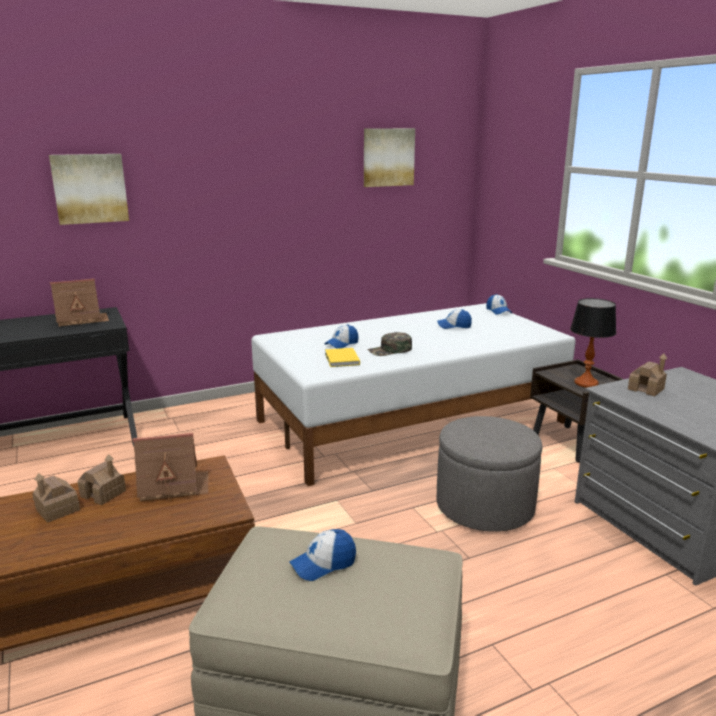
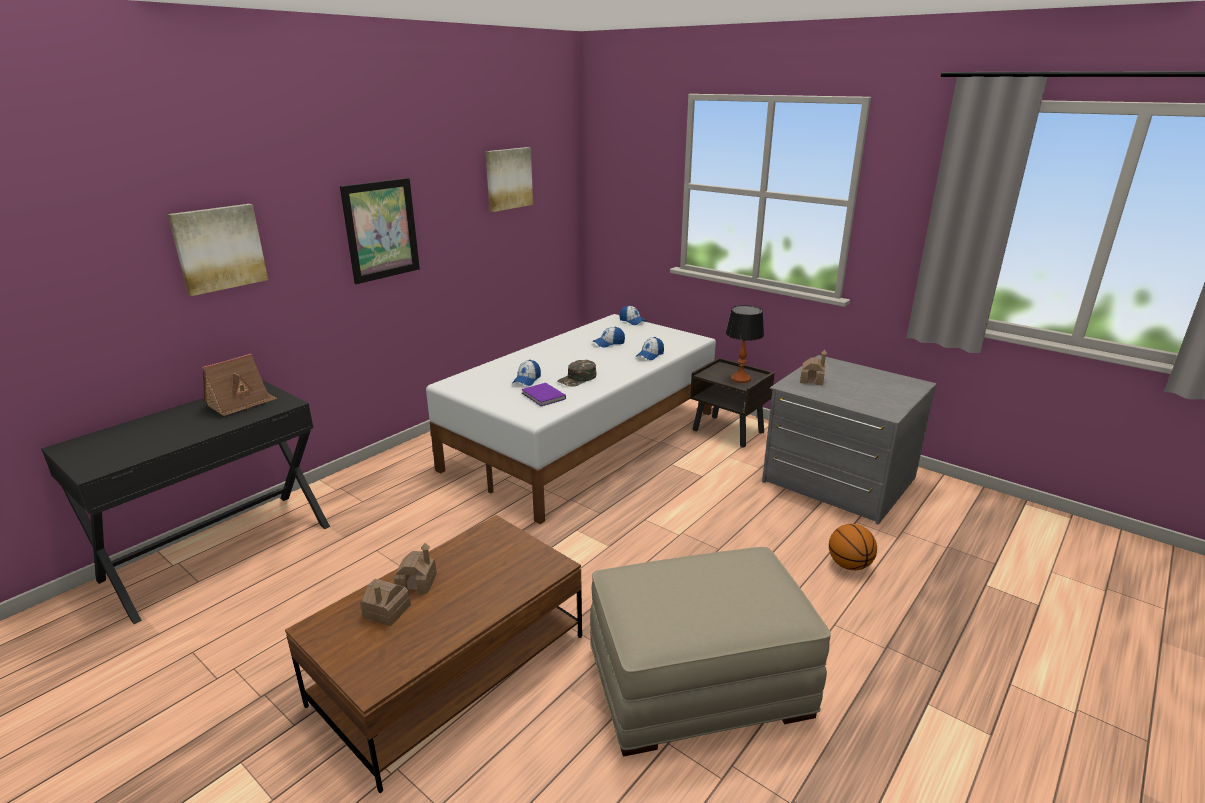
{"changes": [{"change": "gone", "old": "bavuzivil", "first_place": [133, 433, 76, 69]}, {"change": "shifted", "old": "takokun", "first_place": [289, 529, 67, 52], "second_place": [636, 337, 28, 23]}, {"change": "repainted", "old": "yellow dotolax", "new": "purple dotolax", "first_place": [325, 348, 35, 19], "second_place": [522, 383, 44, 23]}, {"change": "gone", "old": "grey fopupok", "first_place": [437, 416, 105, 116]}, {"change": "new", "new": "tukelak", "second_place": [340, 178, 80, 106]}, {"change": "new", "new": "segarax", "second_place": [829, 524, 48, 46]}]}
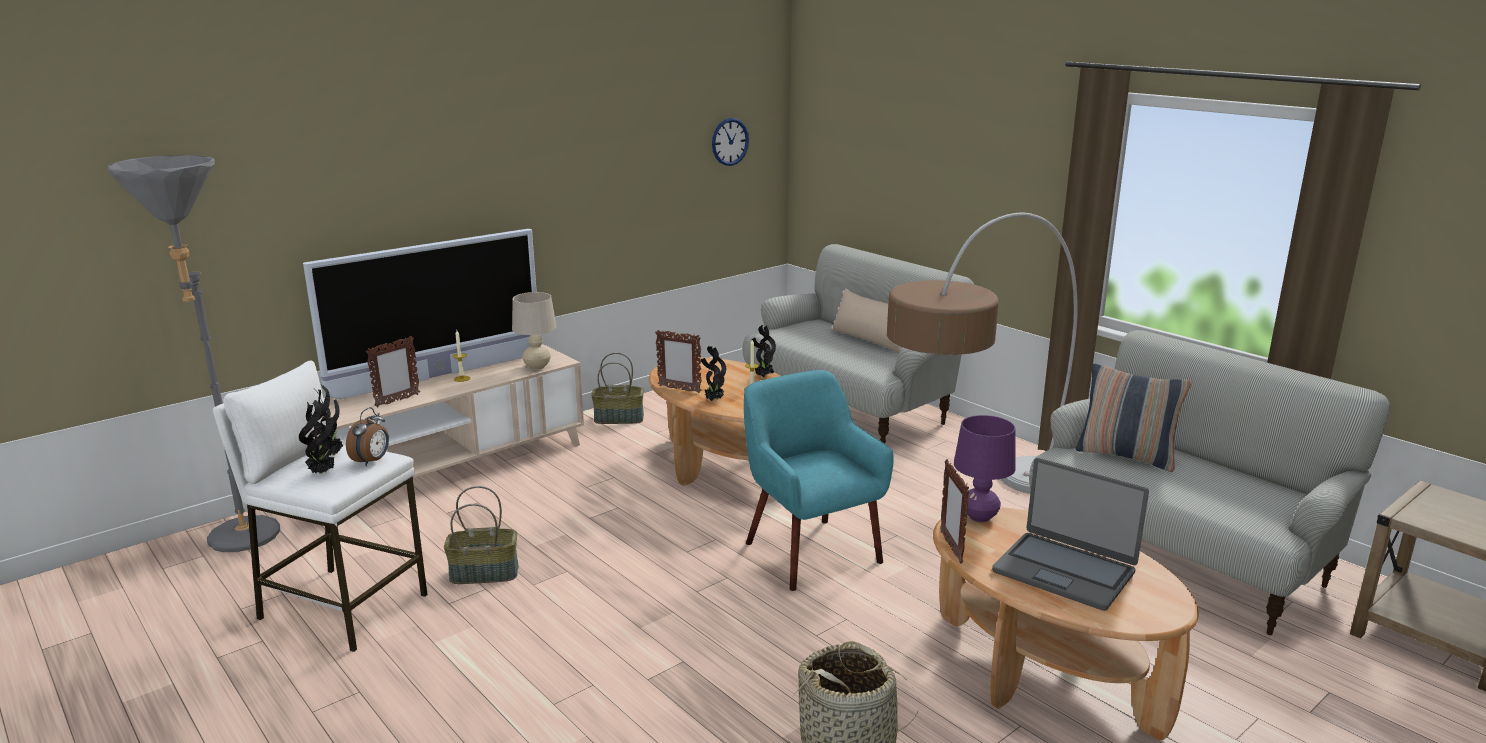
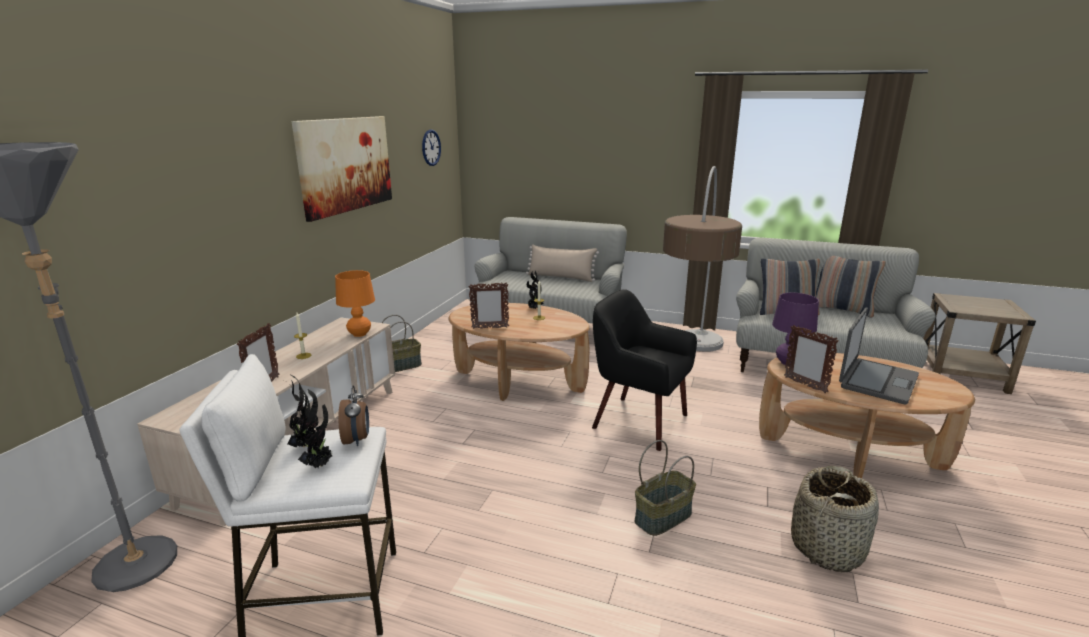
{"changes": [{"change": "gone", "old": "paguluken", "first_place": [303, 229, 237, 170]}, {"change": "shifted", "old": "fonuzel", "first_place": [444, 486, 75, 98], "second_place": [635, 440, 61, 96]}, {"change": "repainted", "old": "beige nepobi", "new": "orange nepobi", "first_place": [512, 292, 44, 78], "second_place": [335, 270, 40, 67]}, {"change": "gone", "old": "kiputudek", "first_place": [701, 346, 25, 55]}, {"change": "repainted", "old": "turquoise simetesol", "new": "black simetesol", "first_place": [744, 370, 150, 221], "second_place": [592, 289, 105, 162]}, {"change": "rotated", "old": "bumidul", "first_place": [992, 458, 157, 153], "second_place": [839, 307, 80, 98], "degrees": -60}, {"change": "new", "new": "tukelak", "second_place": [292, 116, 100, 106]}, {"change": "new", "new": "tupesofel", "second_place": [816, 256, 70, 62]}]}
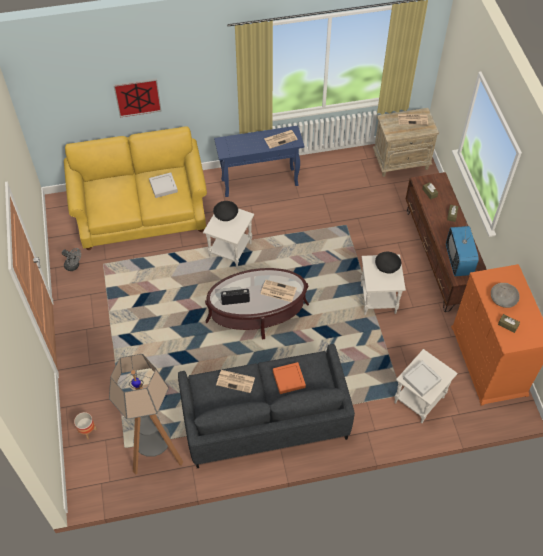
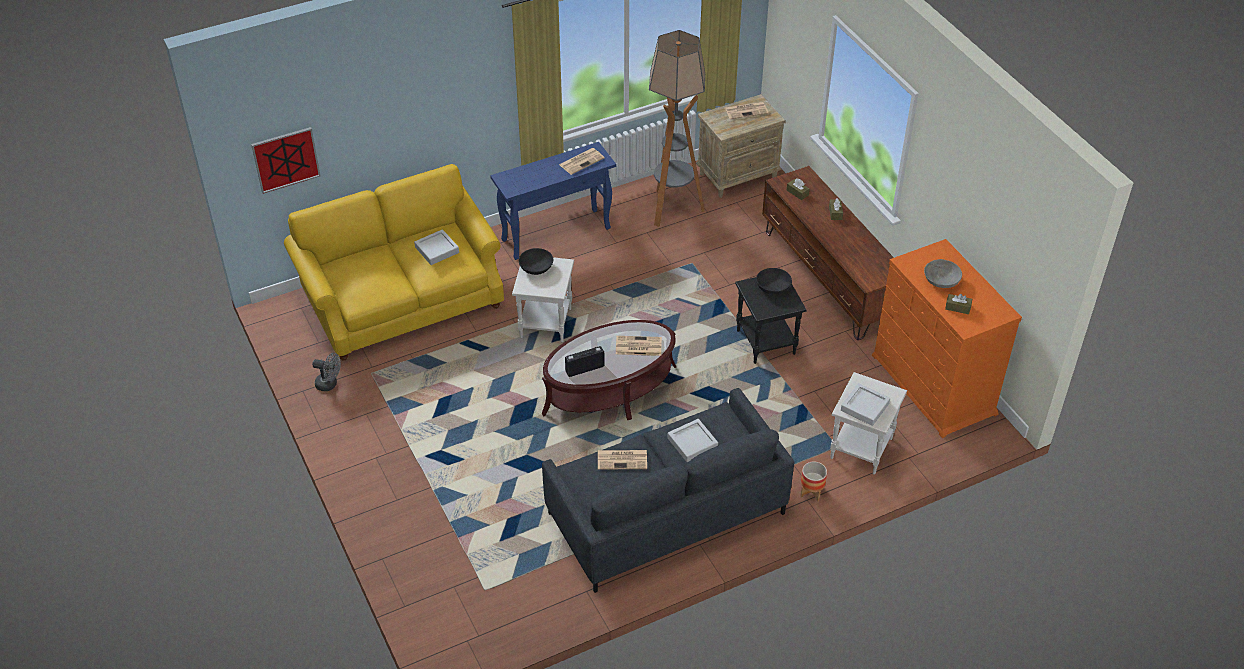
{"changes": [{"change": "shifted", "old": "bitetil", "first_place": [74, 412, 23, 27], "second_place": [800, 461, 27, 41]}, {"change": "shifted", "old": "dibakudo", "first_place": [109, 354, 74, 121], "second_place": [649, 30, 56, 197]}, {"change": "shifted", "old": "tukelak", "first_place": [113, 78, 49, 39], "second_place": [251, 127, 70, 67]}, {"change": "repainted", "old": "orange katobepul", "new": "grey katobepul", "first_place": [273, 362, 33, 32], "second_place": [667, 419, 51, 43]}, {"change": "repainted", "old": "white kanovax", "new": "black kanovax", "first_place": [361, 254, 45, 61], "second_place": [735, 277, 71, 87]}, {"change": "gone", "old": "paguluken", "first_place": [446, 221, 33, 55]}]}
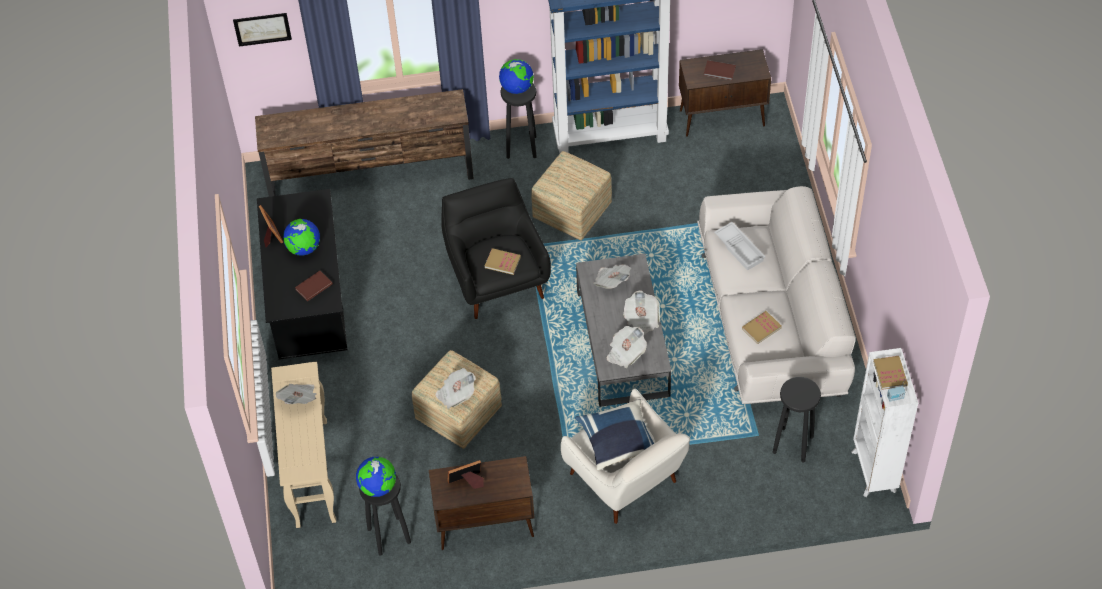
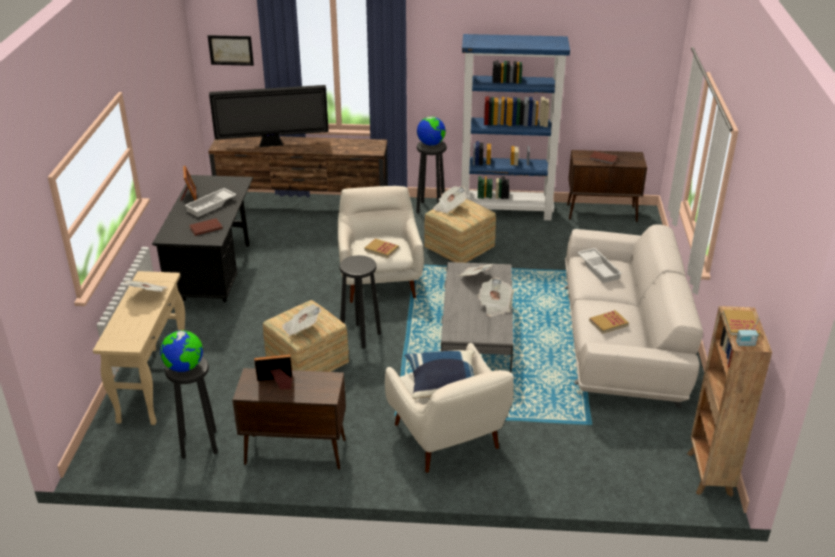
{"changes": [{"change": "swapped", "old": "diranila", "new": "white katobepul", "first_place": [283, 219, 37, 37], "second_place": [184, 188, 53, 29]}, {"change": "repainted", "old": "black simetesol", "new": "white simetesol", "first_place": [441, 178, 110, 141], "second_place": [338, 186, 86, 117]}, {"change": "shifted", "old": "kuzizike", "first_place": [606, 326, 41, 42], "second_place": [433, 186, 34, 28]}, {"change": "shifted", "old": "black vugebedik", "first_place": [773, 377, 48, 86], "second_place": [340, 255, 41, 94]}, {"change": "repainted", "old": "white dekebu", "new": "brown dekebu", "first_place": [851, 348, 67, 149], "second_place": [687, 306, 85, 191]}, {"change": "new", "new": "paguluken", "second_place": [209, 85, 120, 62]}]}
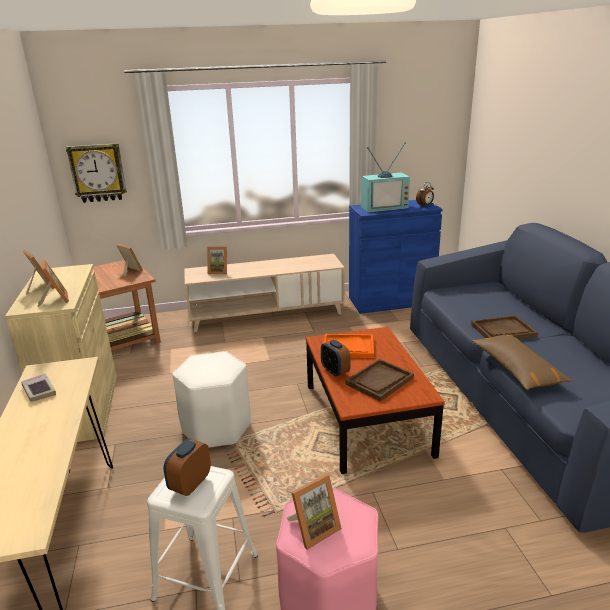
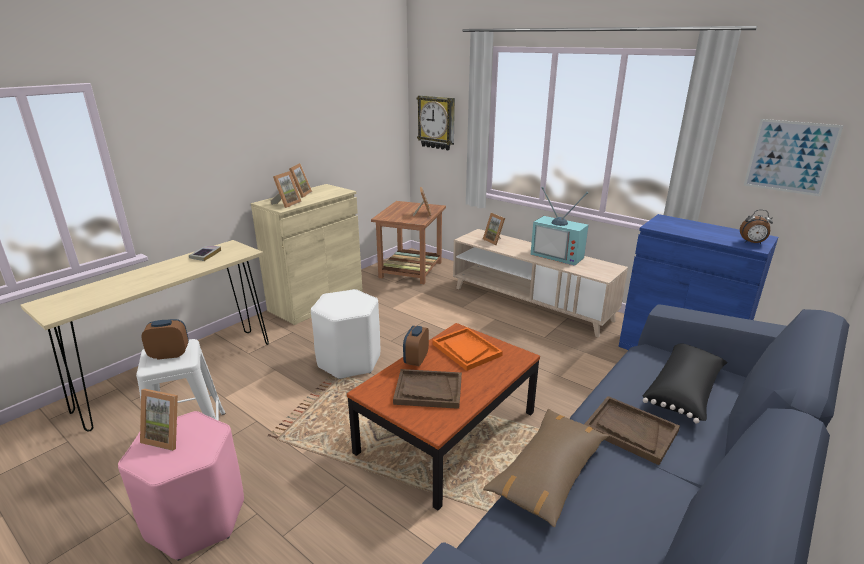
{"changes": [{"change": "shifted", "old": "paguluken", "first_place": [361, 142, 49, 71], "second_place": [531, 187, 57, 79]}, {"change": "new", "new": "black tupesofel", "second_place": [643, 343, 85, 81]}, {"change": "new", "new": "tukelak", "second_place": [744, 119, 100, 78]}]}
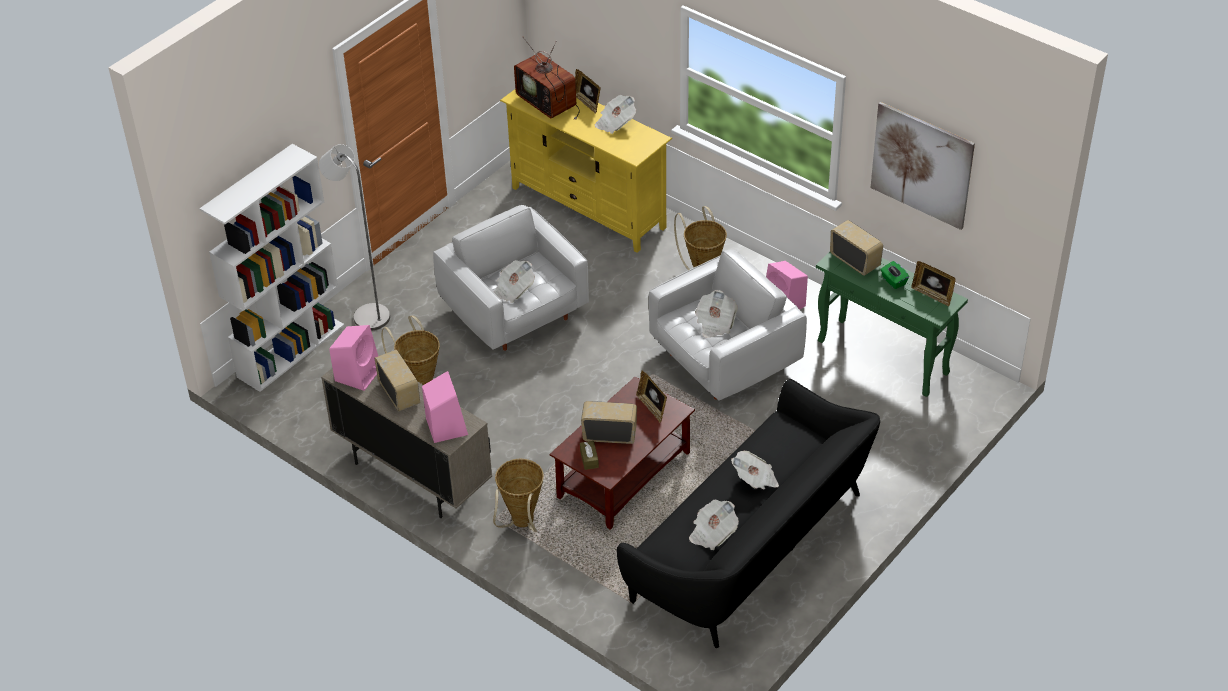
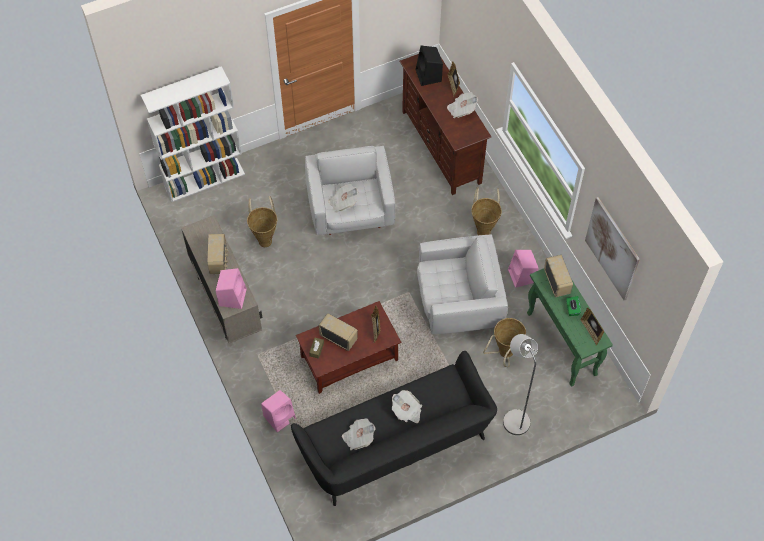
{"changes": [{"change": "shifted", "old": "grey dibakudo", "first_place": [319, 144, 71, 186], "second_place": [503, 334, 35, 101]}, {"change": "shifted", "old": "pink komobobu", "first_place": [329, 325, 49, 66], "second_place": [261, 390, 35, 42]}, {"change": "shifted", "old": "fonuzel", "first_place": [493, 459, 51, 73], "second_place": [483, 318, 43, 49]}, {"change": "repainted", "old": "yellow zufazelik", "new": "brown zufazelik", "first_place": [500, 89, 172, 164], "second_place": [400, 54, 91, 141]}, {"change": "swapped", "old": "paguluken", "new": "black komobobu", "first_place": [514, 37, 66, 82], "second_place": [416, 46, 27, 40]}, {"change": "gone", "old": "kuzizike", "first_place": [695, 290, 43, 48]}]}
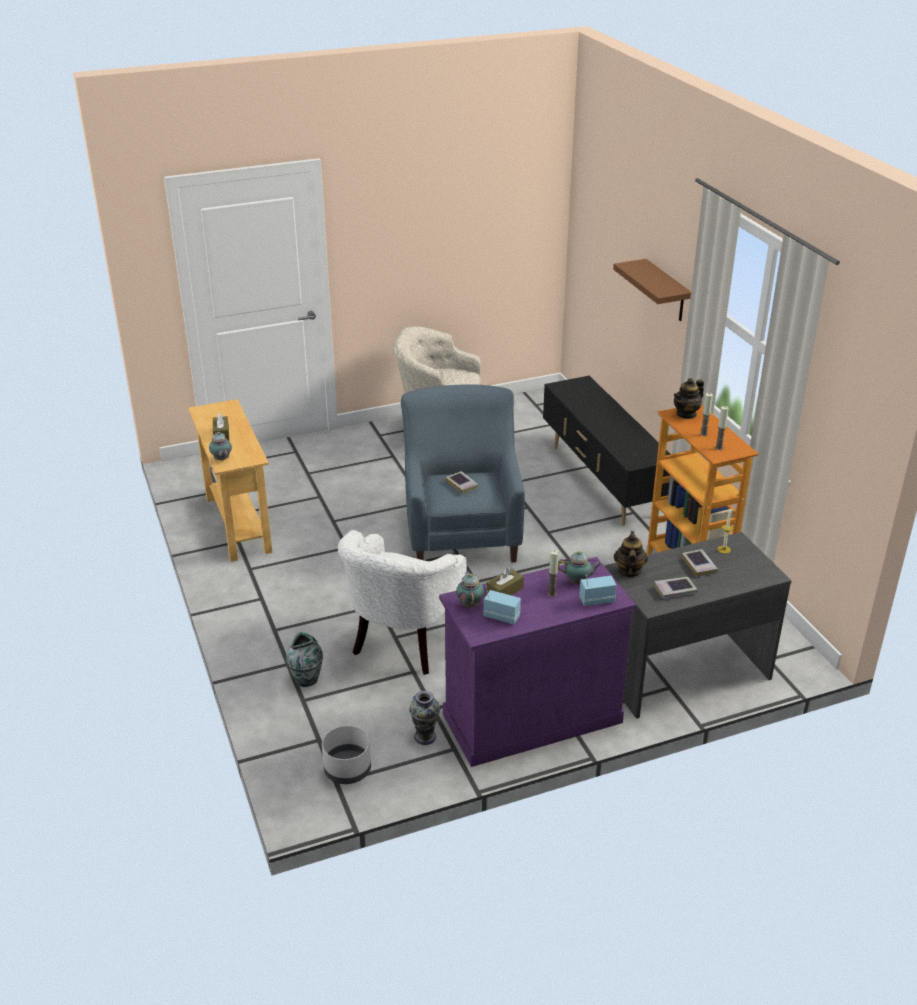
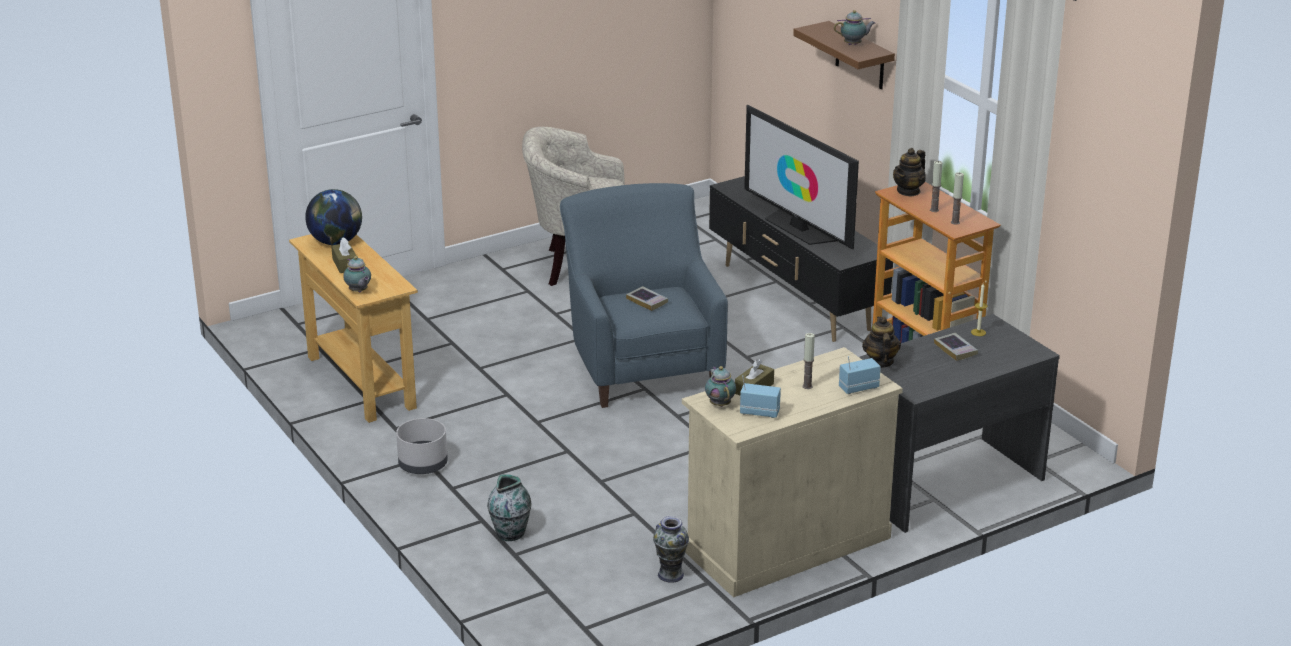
{"changes": [{"change": "shifted", "old": "grey bitetil", "first_place": [322, 726, 49, 58], "second_place": [396, 418, 52, 56]}, {"change": "gone", "old": "white simetesol", "first_place": [338, 530, 129, 145]}, {"change": "repainted", "old": "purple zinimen", "new": "beige zinimen", "first_place": [439, 557, 197, 210], "second_place": [682, 347, 221, 250]}, {"change": "shifted", "old": "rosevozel", "first_place": [558, 551, 44, 33], "second_place": [834, 10, 41, 35]}, {"change": "gone", "old": "dotolax", "first_place": [654, 577, 43, 21]}, {"change": "new", "new": "diranila", "second_place": [305, 189, 57, 56]}, {"change": "new", "new": "paguluken", "second_place": [744, 105, 115, 144]}]}
